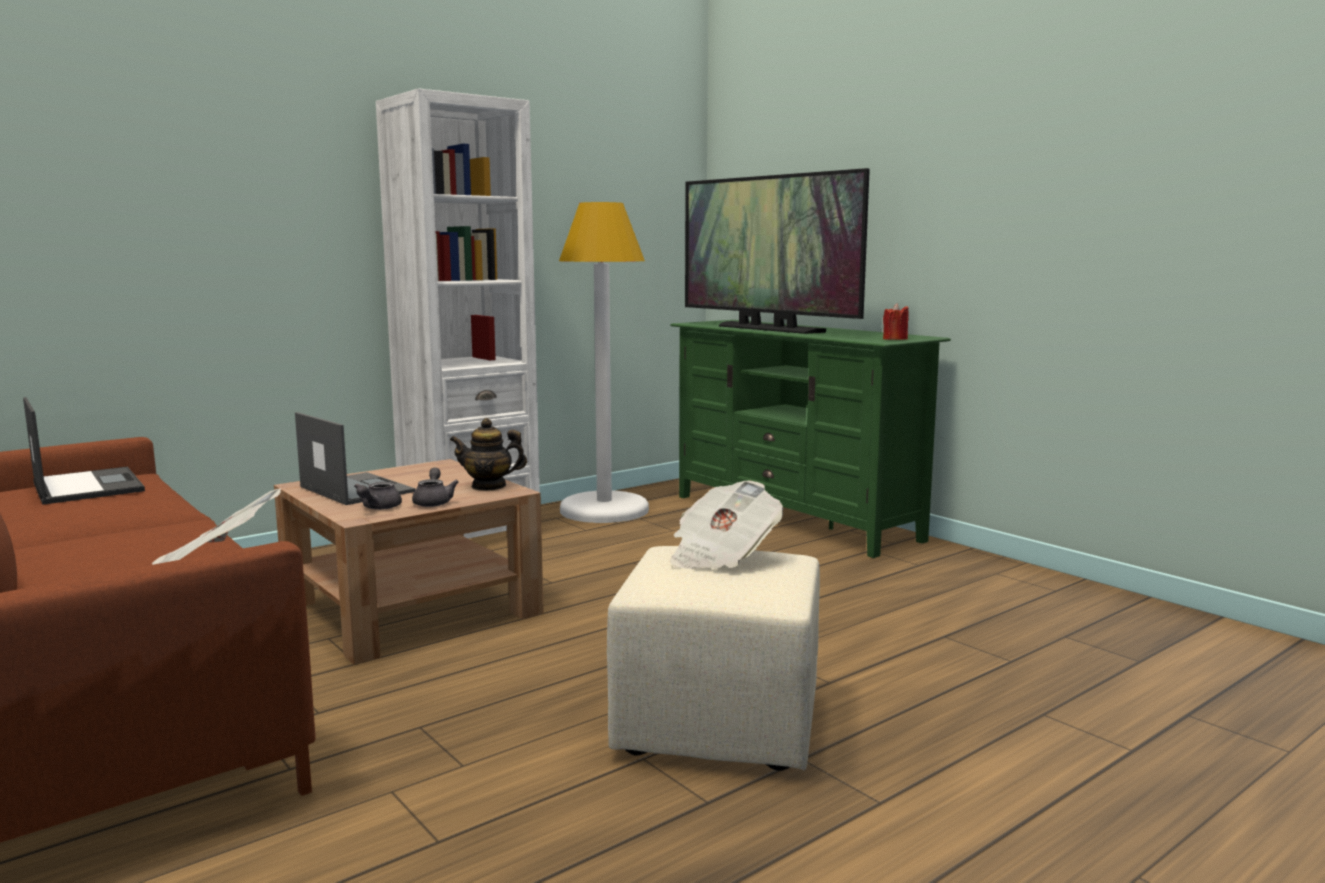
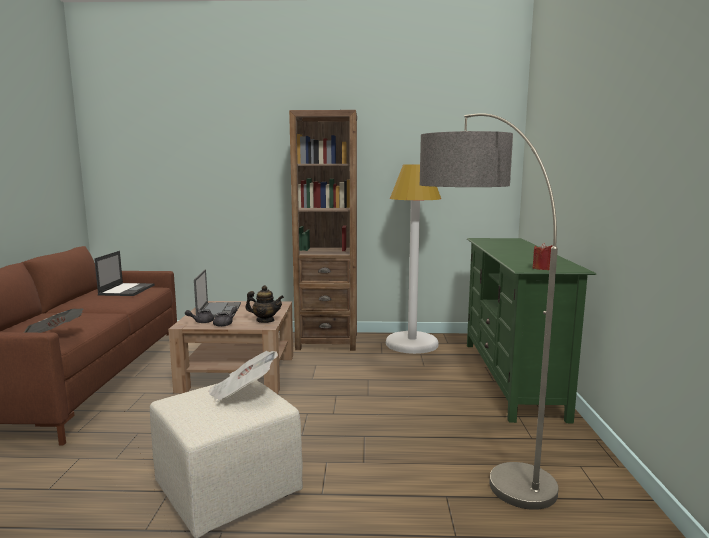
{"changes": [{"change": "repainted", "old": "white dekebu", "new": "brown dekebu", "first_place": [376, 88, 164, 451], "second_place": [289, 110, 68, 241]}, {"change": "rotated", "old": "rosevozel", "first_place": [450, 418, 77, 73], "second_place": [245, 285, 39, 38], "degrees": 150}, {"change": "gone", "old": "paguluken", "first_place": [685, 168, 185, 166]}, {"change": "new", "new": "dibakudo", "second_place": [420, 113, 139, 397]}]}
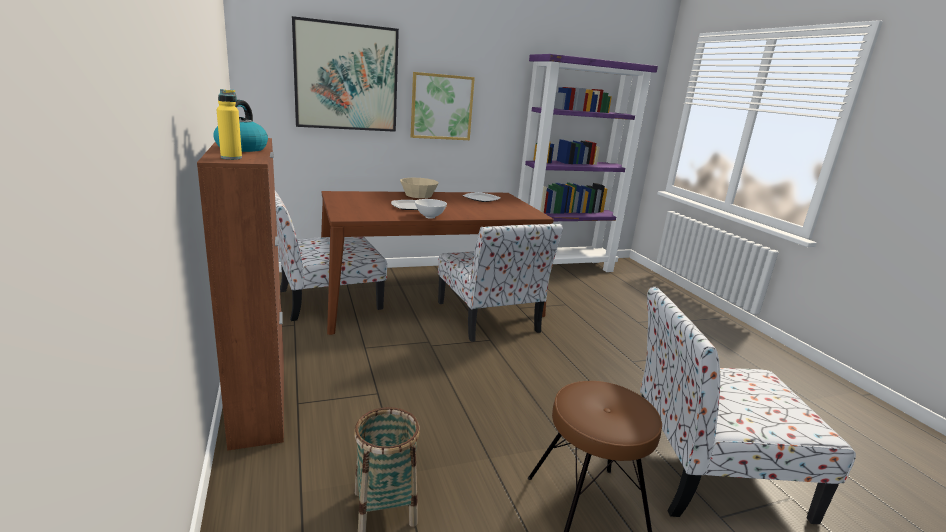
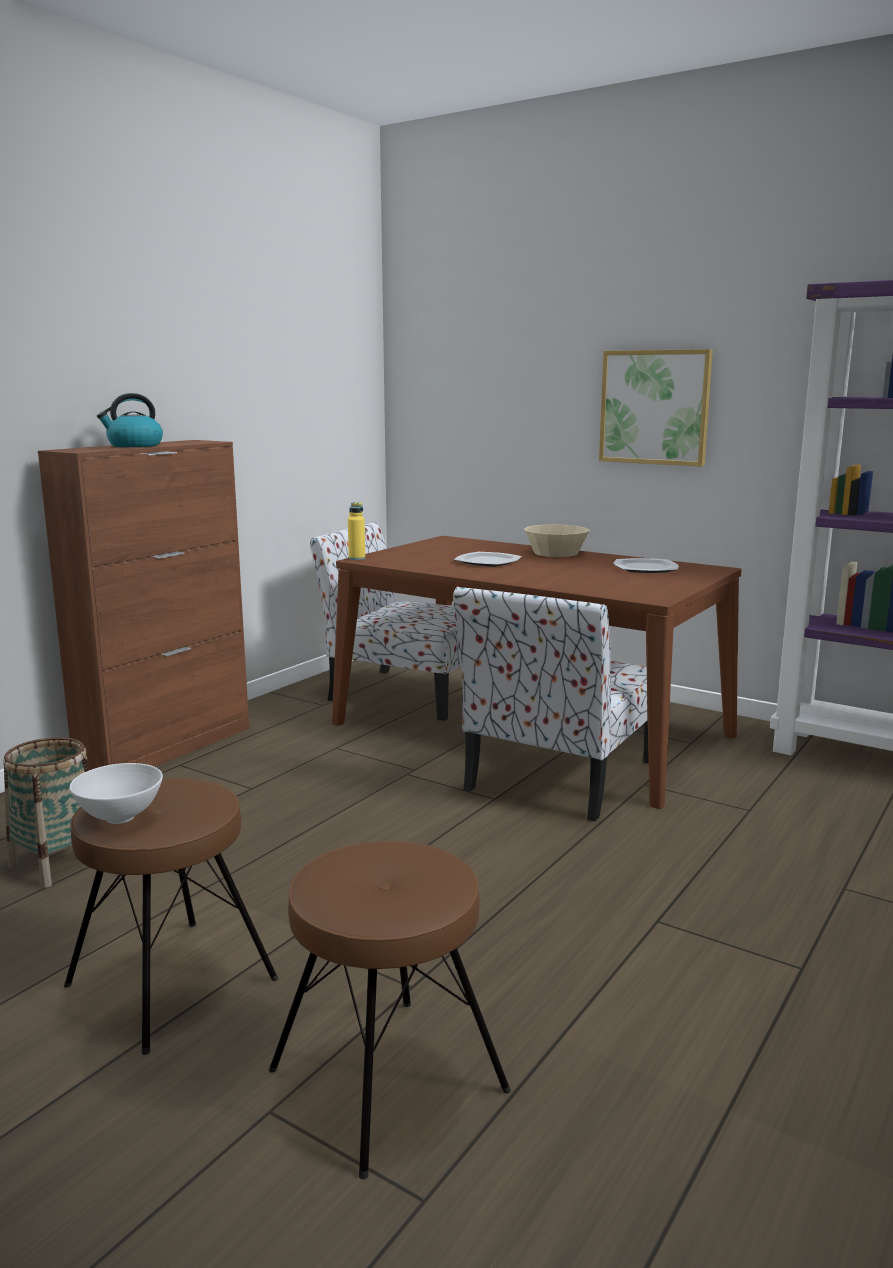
{"changes": [{"change": "shifted", "old": "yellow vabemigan", "first_place": [217, 89, 25, 71], "second_place": [348, 502, 17, 58]}, {"change": "gone", "old": "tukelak", "first_place": [292, 16, 107, 116]}, {"change": "shifted", "old": "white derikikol", "first_place": [415, 199, 32, 20], "second_place": [70, 763, 93, 61]}, {"change": "swapped", "old": "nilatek", "new": "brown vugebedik", "first_place": [640, 287, 216, 237], "second_place": [269, 841, 242, 338]}]}
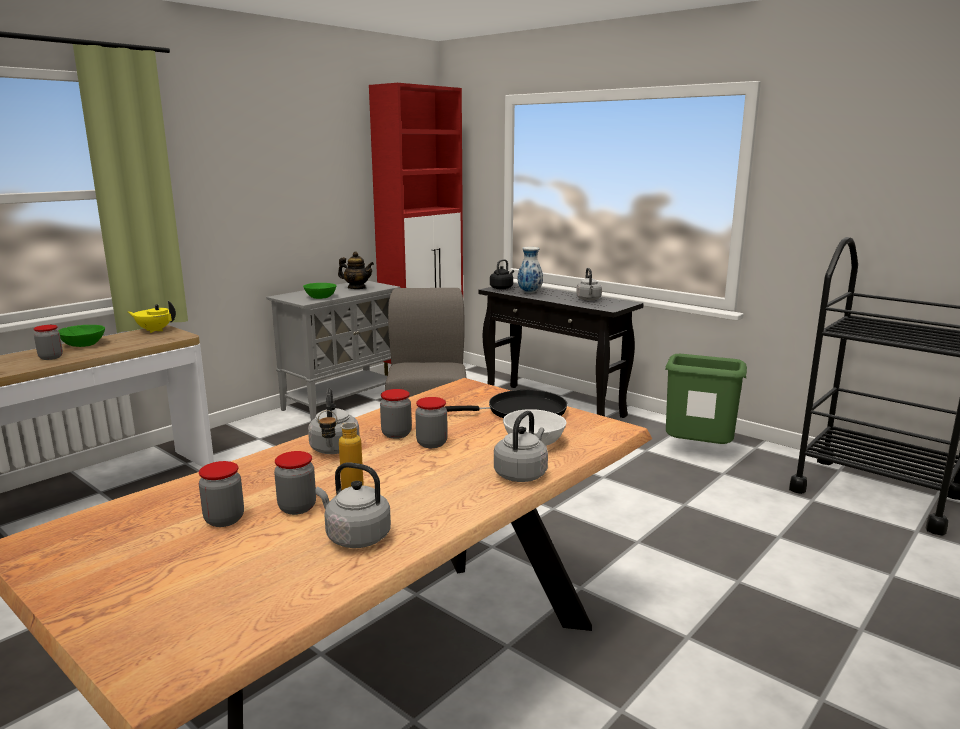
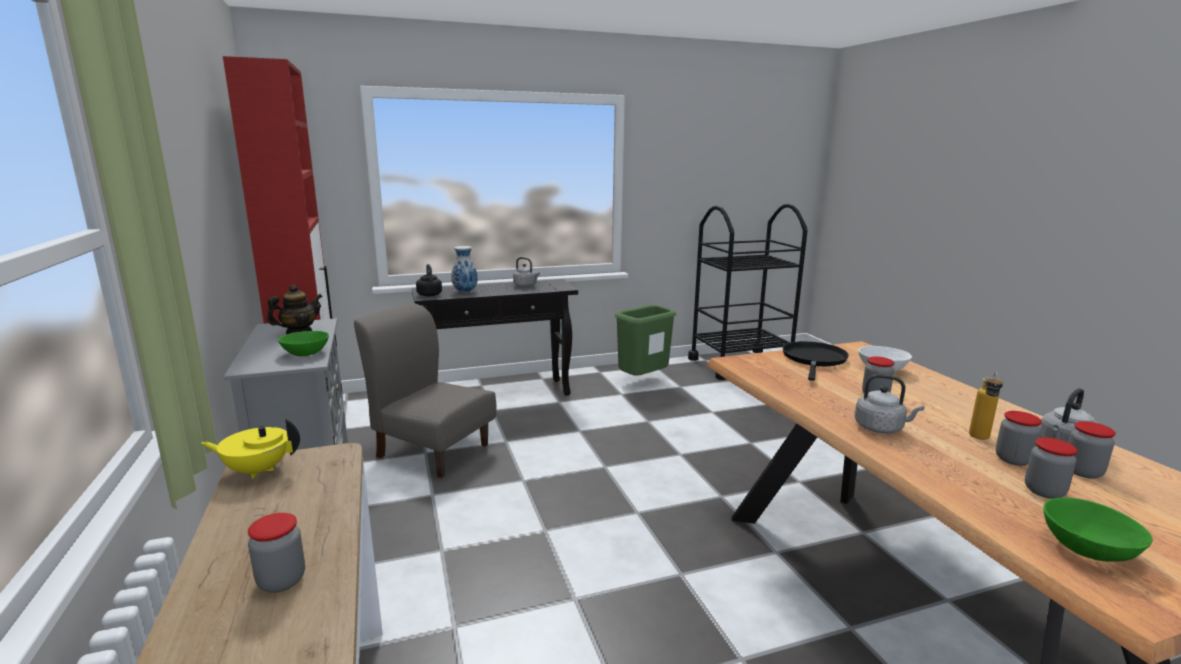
{"changes": [{"change": "shifted", "old": "green derikikol", "first_place": [58, 325, 47, 22], "second_place": [1043, 497, 110, 65]}, {"change": "rotated", "old": "yellow rosevozel", "first_place": [128, 301, 48, 32], "second_place": [201, 419, 99, 60], "degrees": 45}, {"change": "shifted", "old": "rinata", "first_place": [380, 389, 32, 50], "second_place": [1068, 421, 48, 58]}, {"change": "gone", "old": "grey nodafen", "first_place": [494, 411, 54, 71]}]}
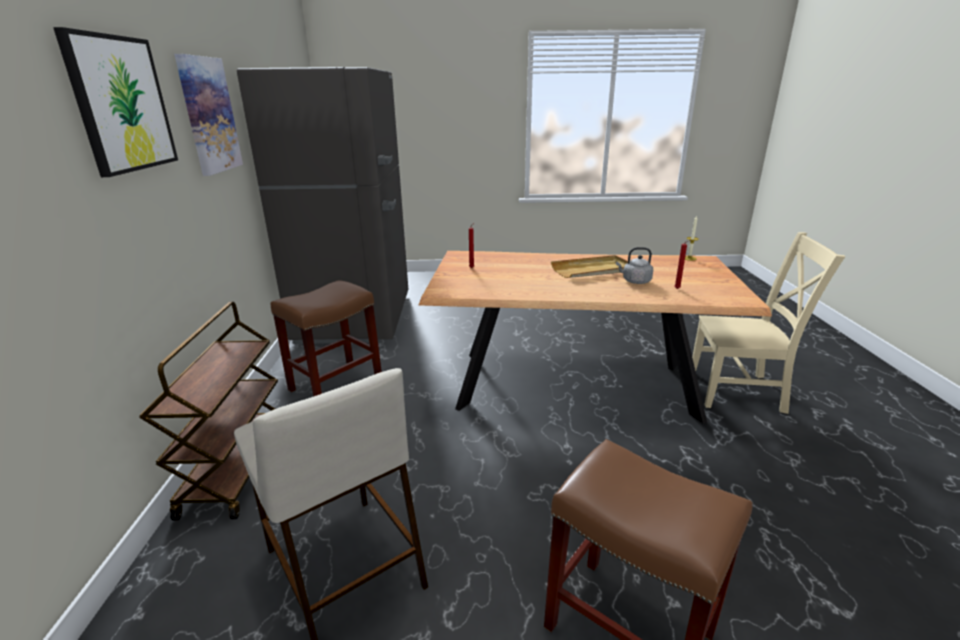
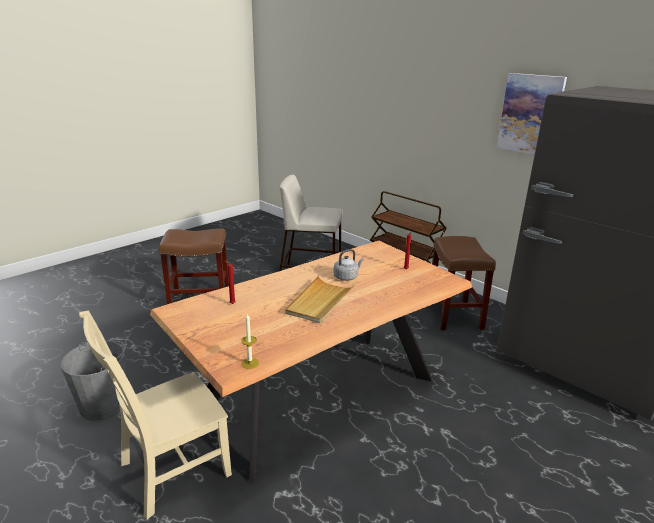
{"changes": [{"change": "gone", "old": "tukelak", "first_place": [53, 27, 125, 150]}, {"change": "shifted", "old": "grey nodafen", "first_place": [616, 247, 37, 37], "second_place": [334, 249, 30, 32]}, {"change": "new", "new": "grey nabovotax", "second_place": [61, 341, 65, 80]}]}
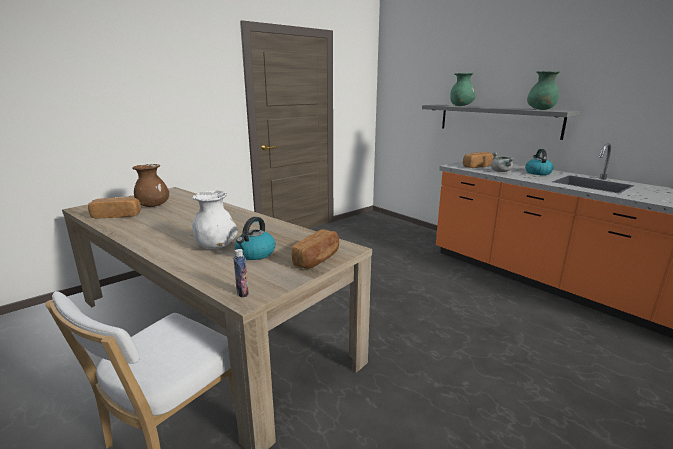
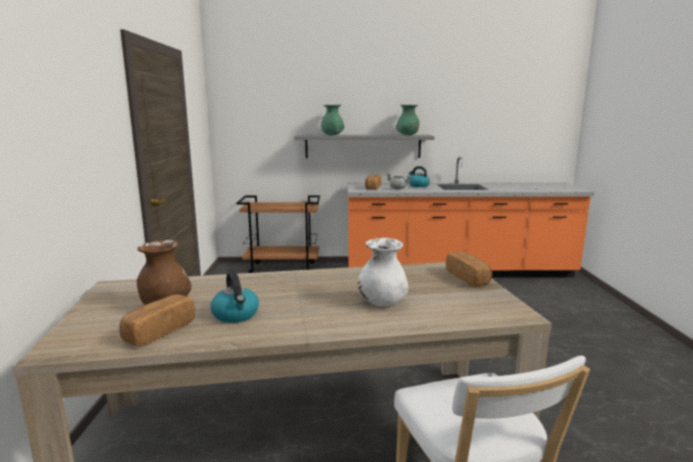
{"changes": [{"change": "gone", "old": "vabemigan", "first_place": [233, 249, 16, 49]}, {"change": "shifted", "old": "nodafen", "first_place": [235, 217, 41, 43], "second_place": [210, 271, 49, 52]}, {"change": "new", "new": "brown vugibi", "second_place": [236, 195, 84, 78]}]}
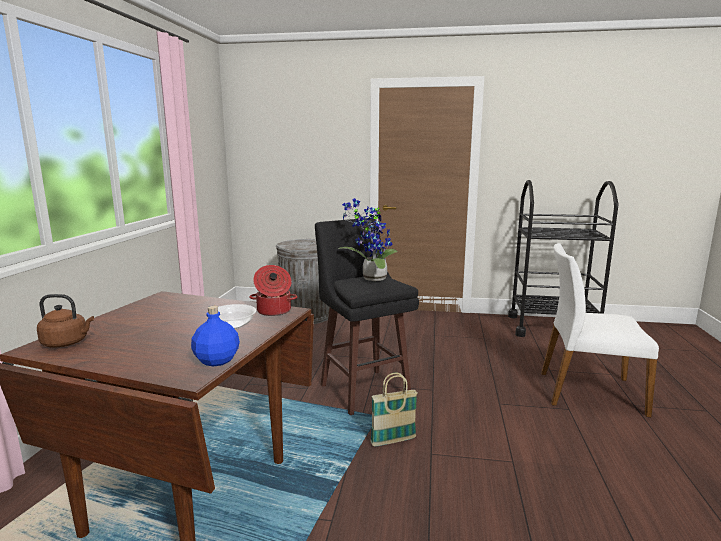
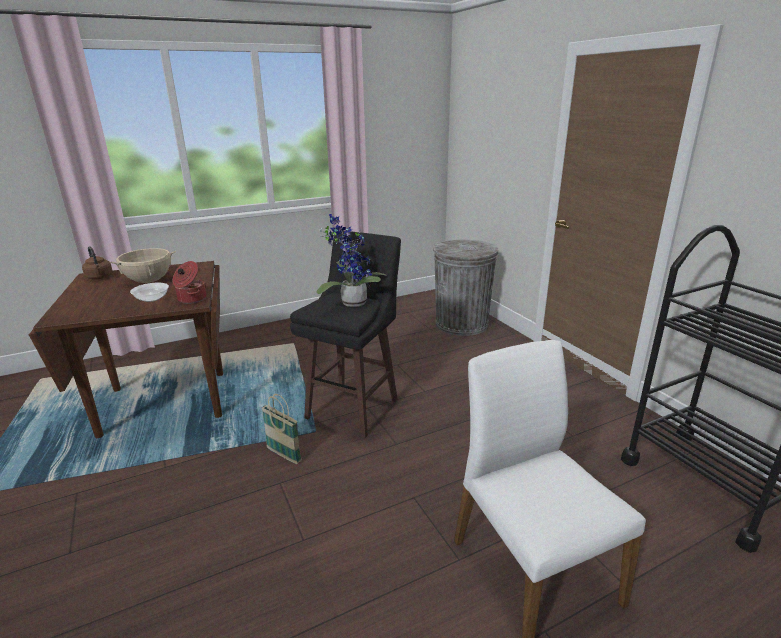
{"changes": [{"change": "gone", "old": "blue vabemigan", "first_place": [191, 306, 49, 61]}, {"change": "new", "new": "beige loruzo", "second_place": [110, 248, 66, 35]}]}
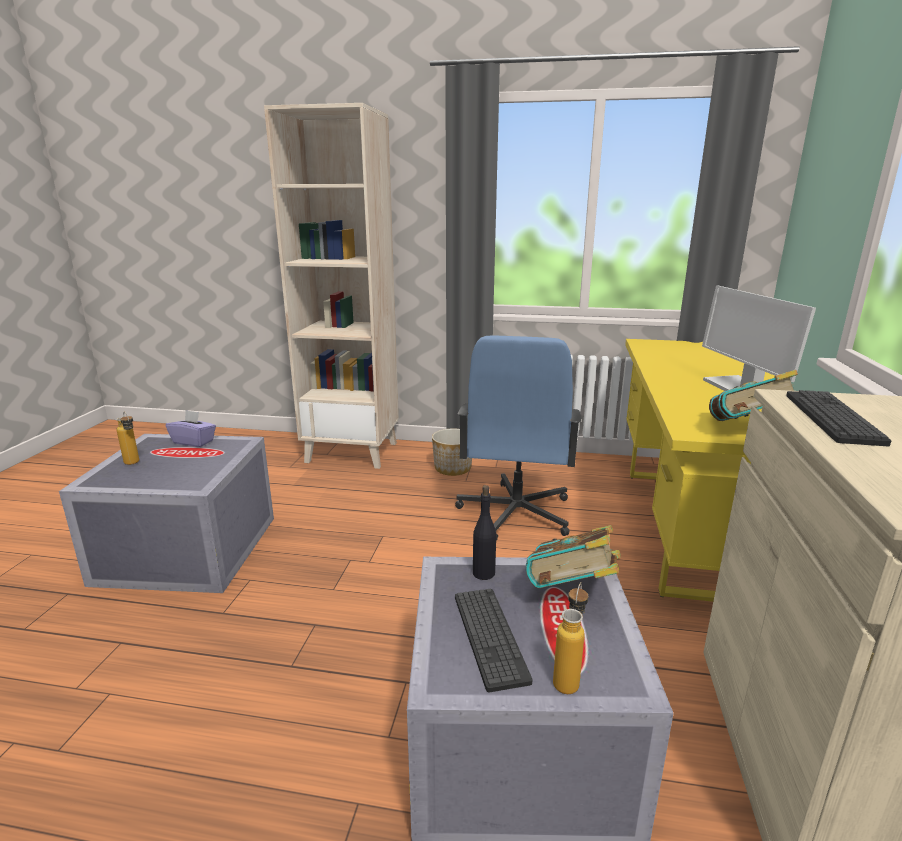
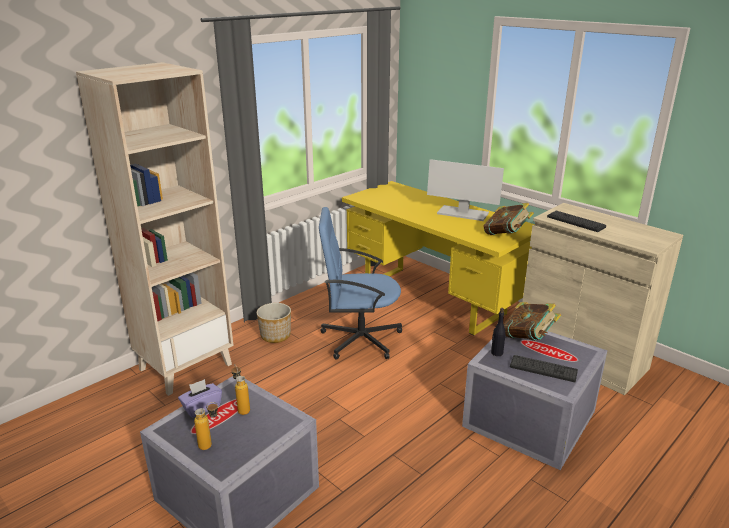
{"changes": [{"change": "rotated", "old": "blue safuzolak", "first_place": [455, 336, 126, 205], "second_place": [319, 207, 83, 153], "degrees": 135}, {"change": "shifted", "old": "vabemigan", "first_place": [553, 582, 35, 112], "second_place": [232, 364, 18, 51]}]}
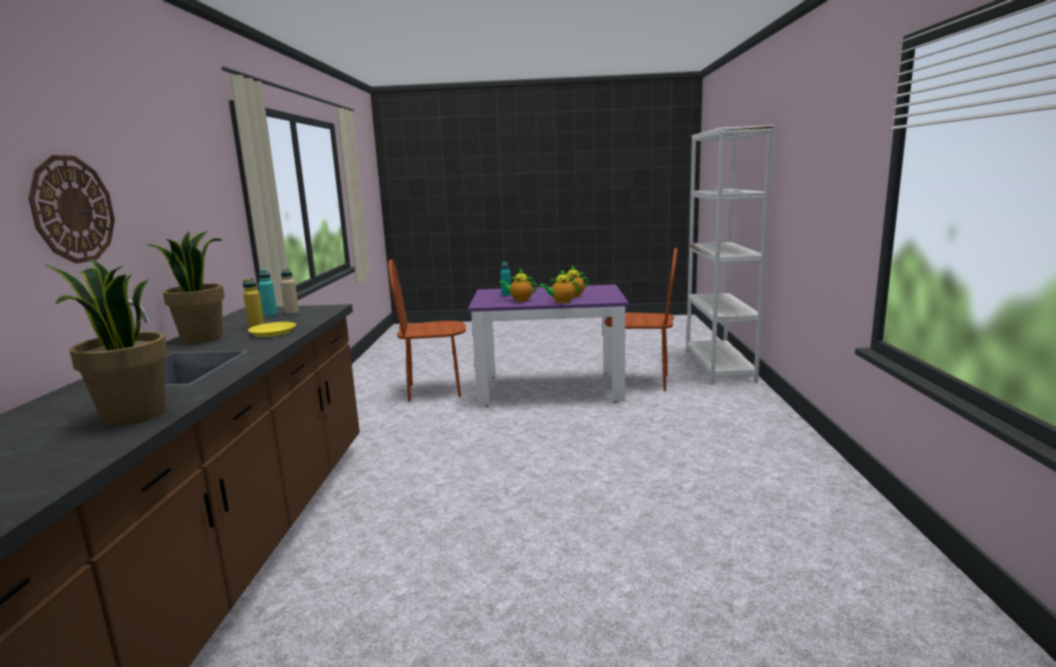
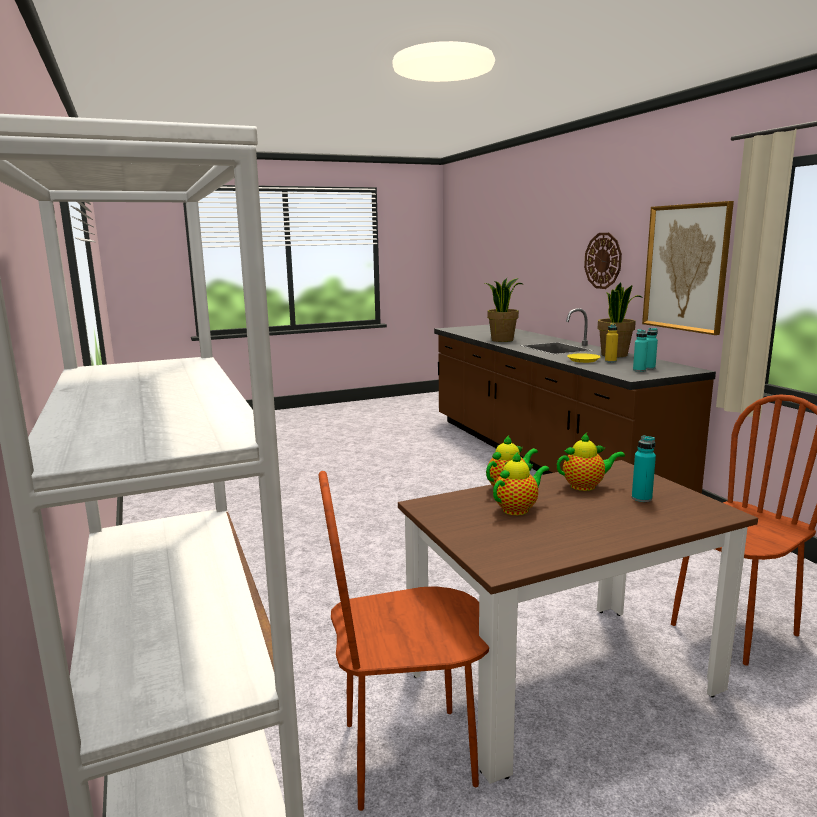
{"changes": [{"change": "repainted", "old": "beige vabemigan", "new": "turquoise vabemigan", "first_place": [280, 268, 19, 47], "second_place": [633, 329, 15, 43]}, {"change": "repainted", "old": "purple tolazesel", "new": "brown tolazesel", "first_place": [468, 284, 161, 123], "second_place": [398, 460, 360, 324]}, {"change": "new", "new": "tukelak", "second_place": [642, 201, 92, 134]}]}
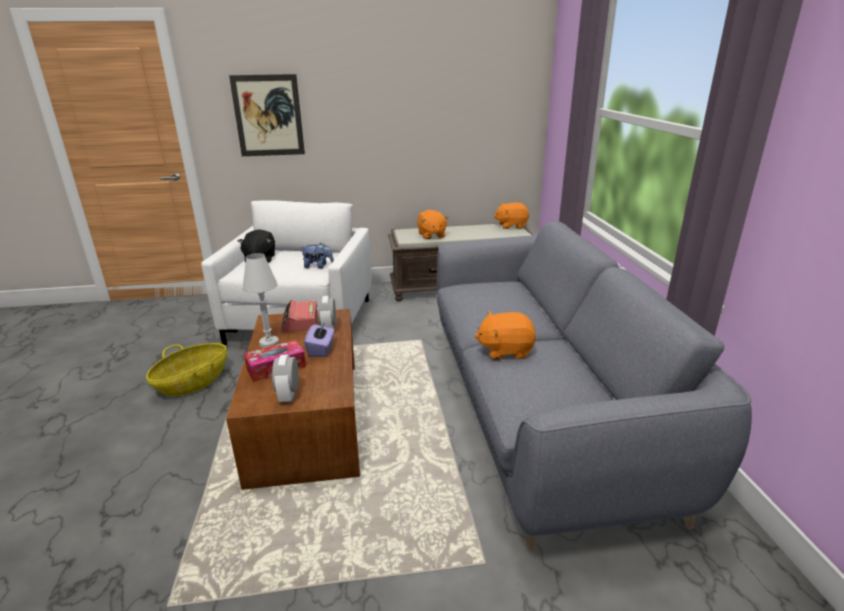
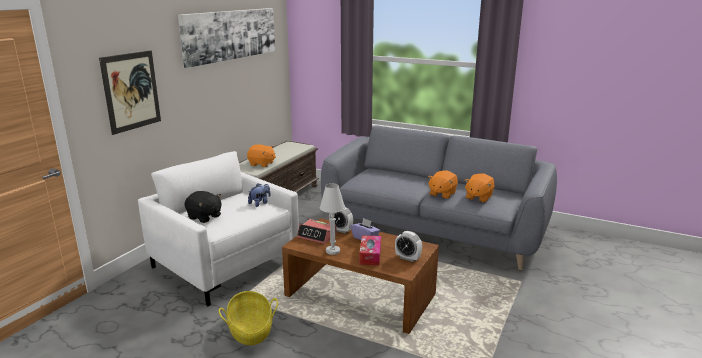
{"changes": [{"change": "shifted", "old": "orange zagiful", "first_place": [494, 202, 35, 27], "second_place": [465, 173, 30, 30]}, {"change": "new", "new": "tukelak", "second_place": [178, 8, 97, 60]}]}
